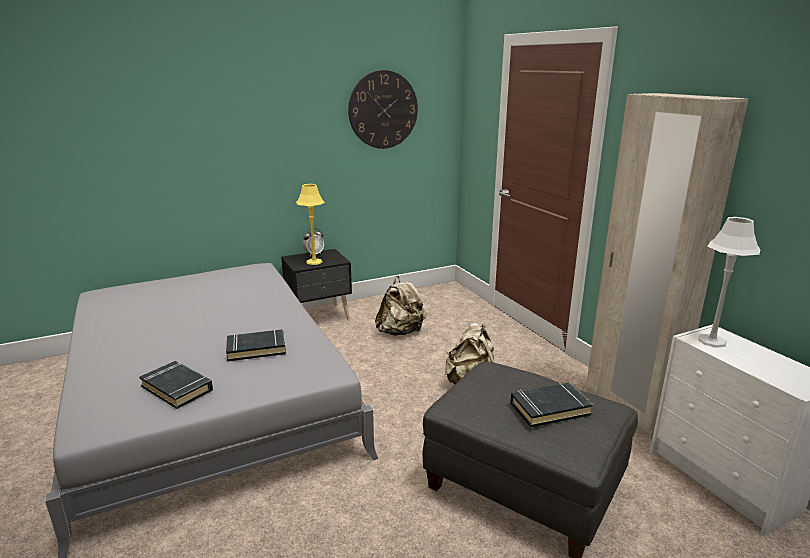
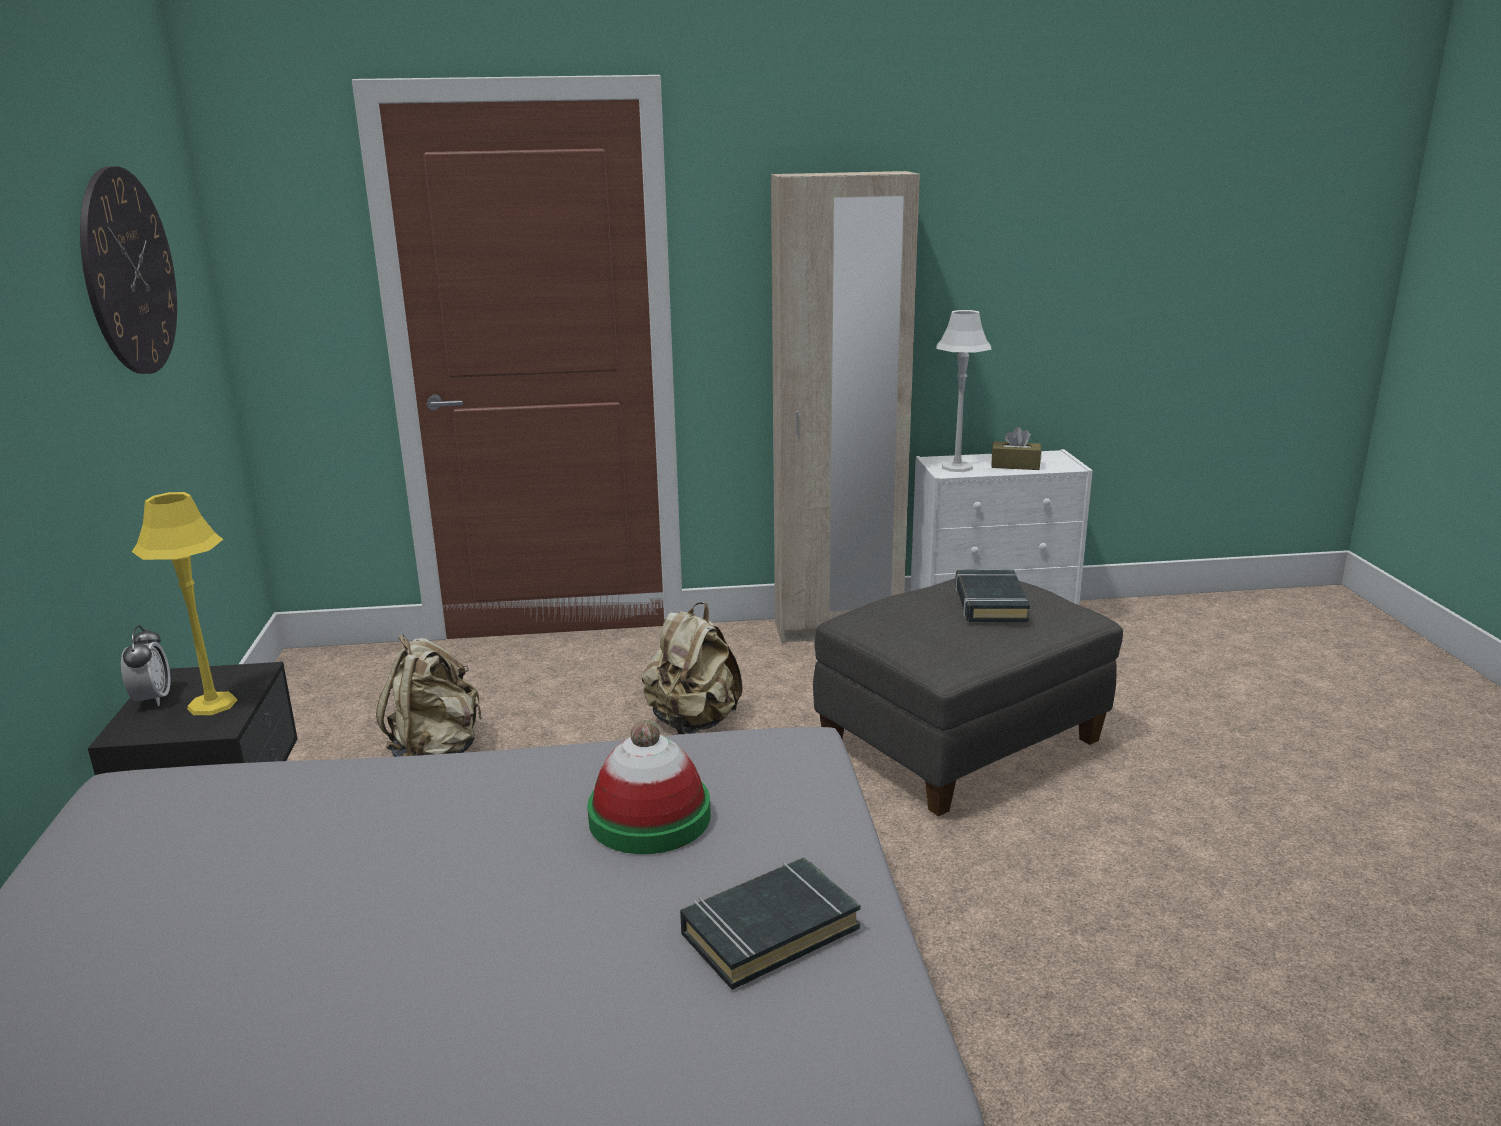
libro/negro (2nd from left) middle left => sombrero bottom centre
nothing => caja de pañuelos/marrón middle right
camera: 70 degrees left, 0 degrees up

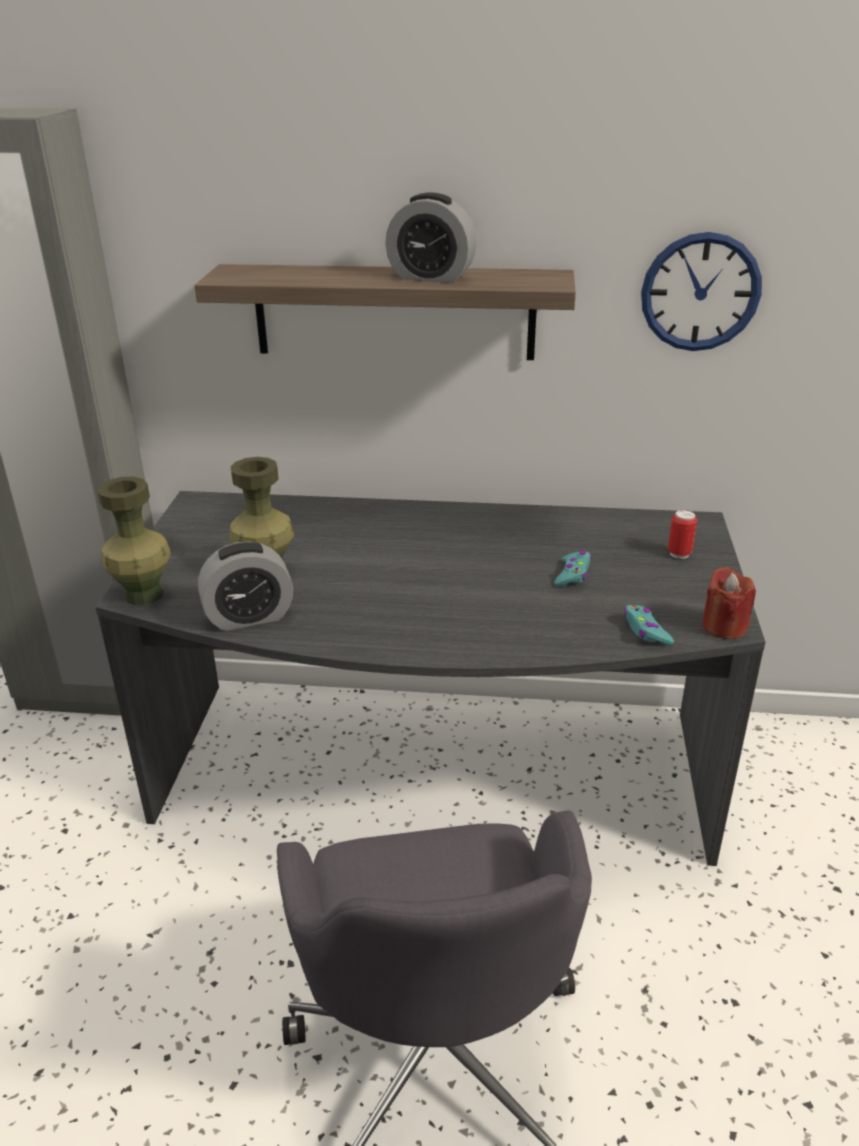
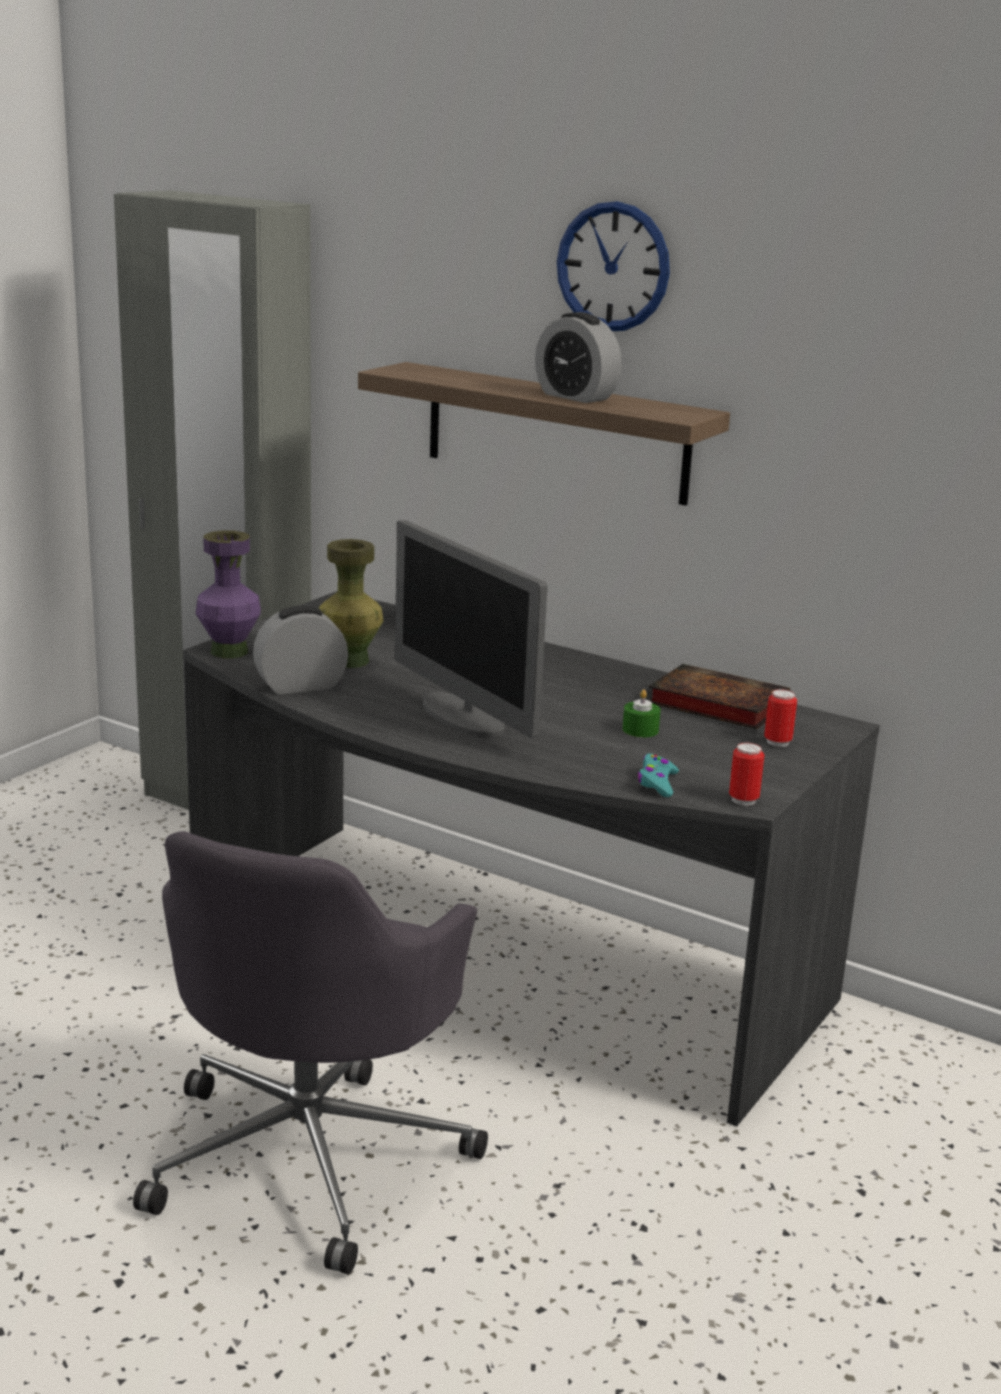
florero/verde (1st from left) middle left => florero/morado middle left
despertador (1st from left) middle left, 150 degrees clockwise
mando de consola/turquesa (1st from left) centre => vela/verde centre
reloj de pared top right => reloj de pared top centre, moved
vela/rojo middle right => lata (1st from left) middle right
nothing => monitor centre
nothing => libro middle right
camera: 25 degrees right, 10 degrees down

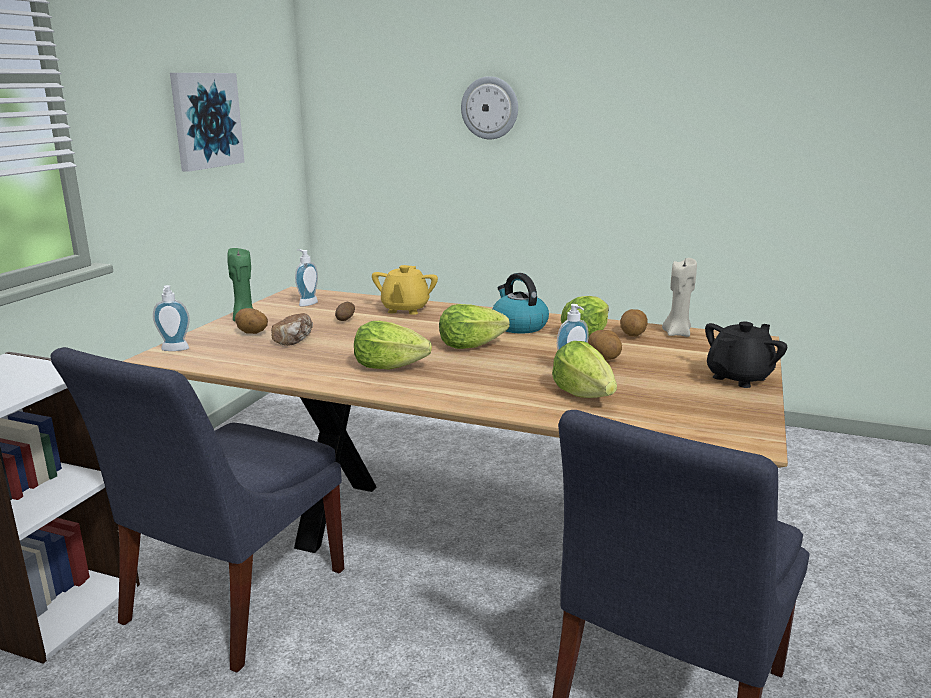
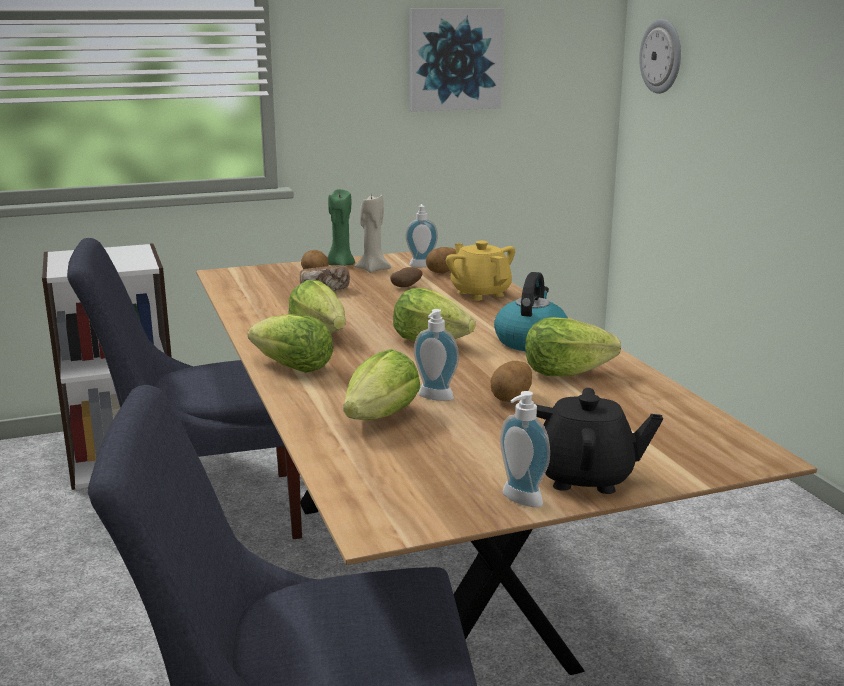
dispensador de jabón (1st from left in the first image) middle left => dispensador de jabón (3rd from left) centre, moved
tetera/amarillo centre, 90 degrees clockwise
reloj de pared top centre => reloj de pared top right, moved
patata (4th from left in the first image) middle right => patata (3rd from left) centre, moved
vela/beis middle right => vela/beis centre, moved
nothing => lechuga (1st from left) centre
camera: 50 degrees right, 0 degrees up

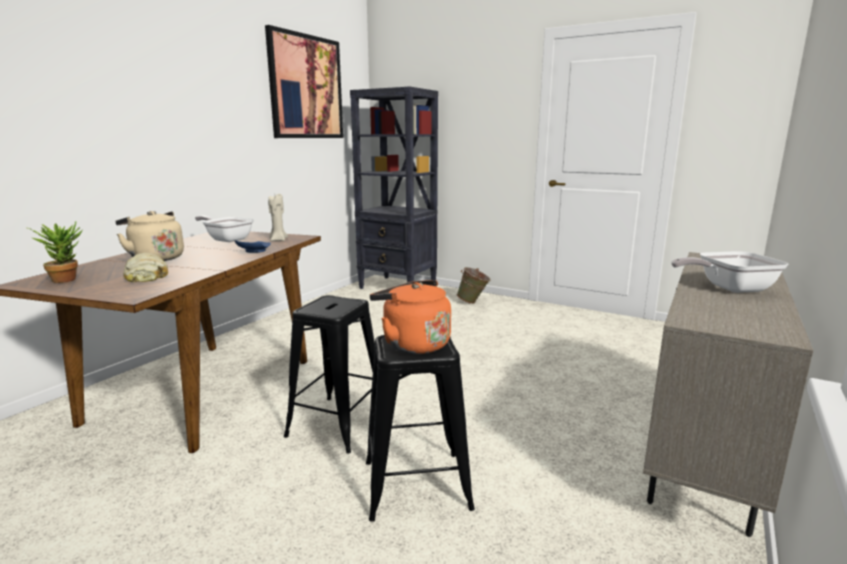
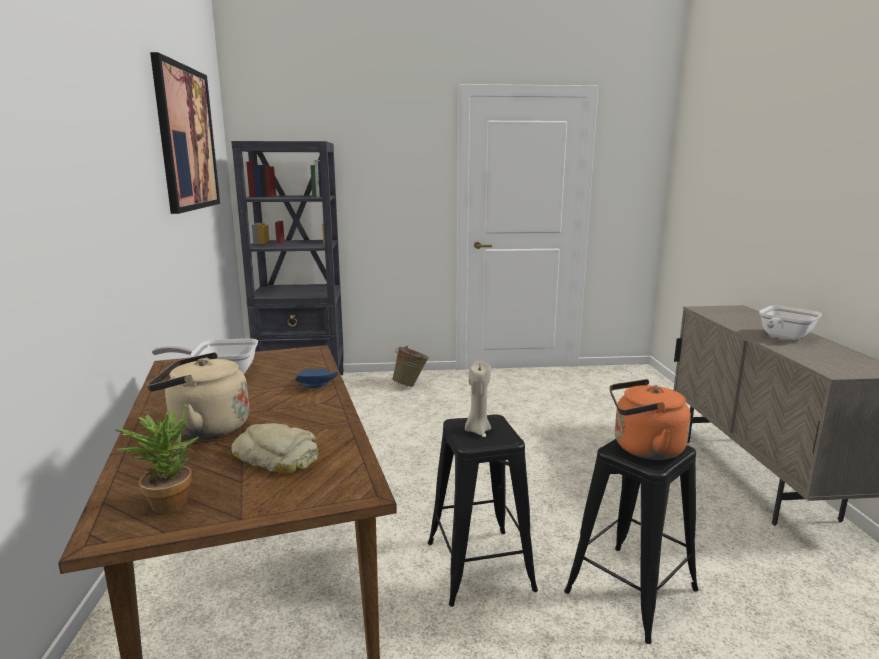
vela/beis middle left => vela/beis centre, moved
camera: 35 degrees left, 0 degrees up

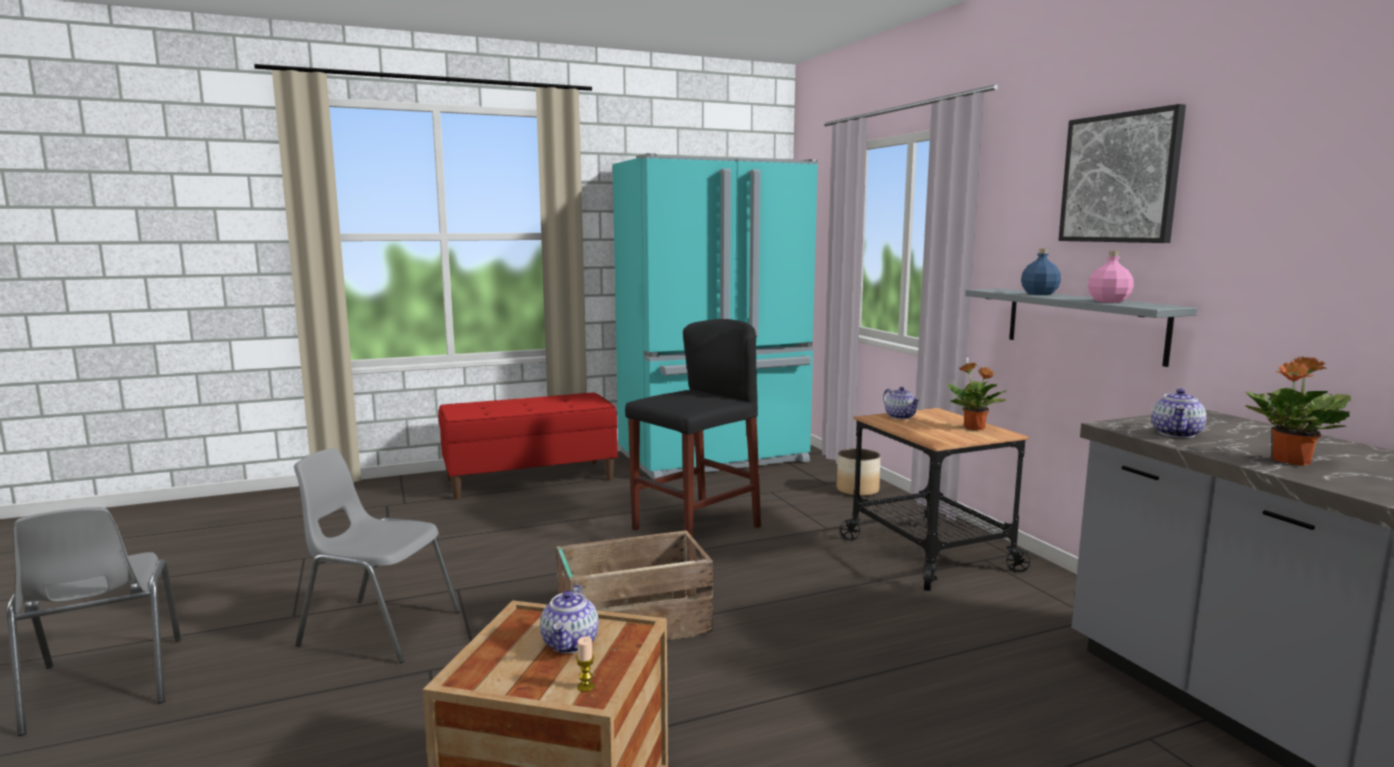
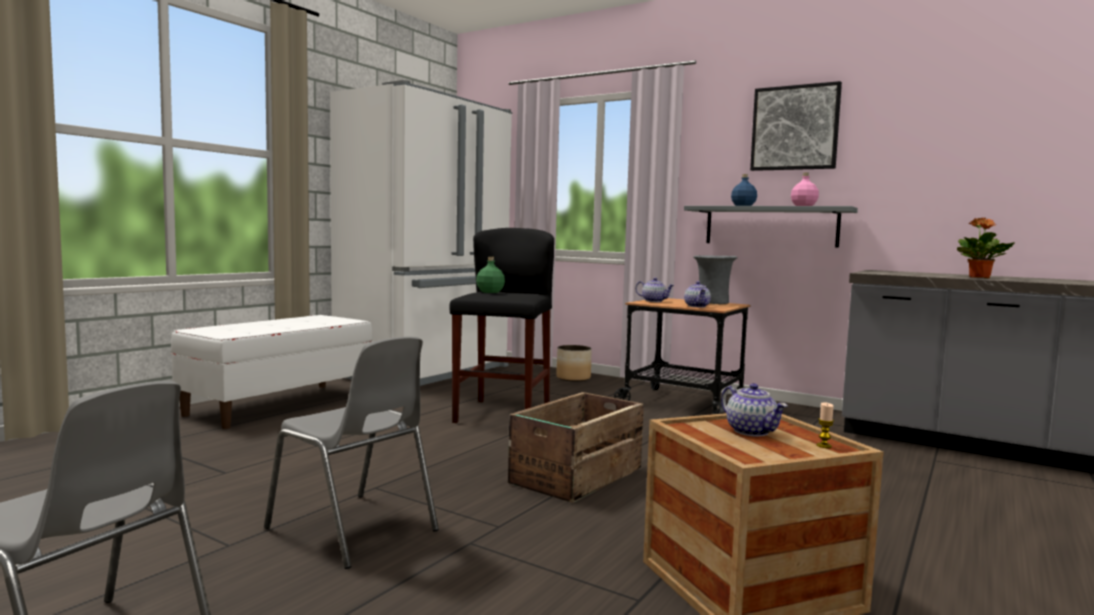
silla/gris (2nd from left) bottom left, 120 degrees counterclockwise
banco/rojo centre => banco/blanco middle left
nevera/turquesa centre => nevera/blanco centre
planta en maceta (1st from left) middle right => florero/gris centre
tetera (3rd from left in the first image) middle right => tetera (2nd from left) centre, moved
nothing => botella/verde centre
camera: 35 degrees left, 5 degrees down

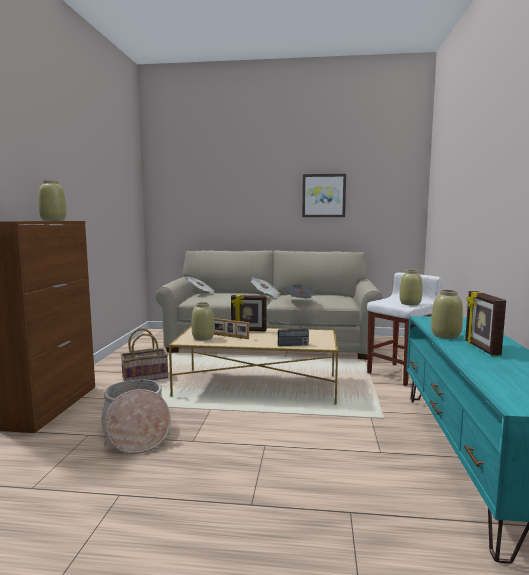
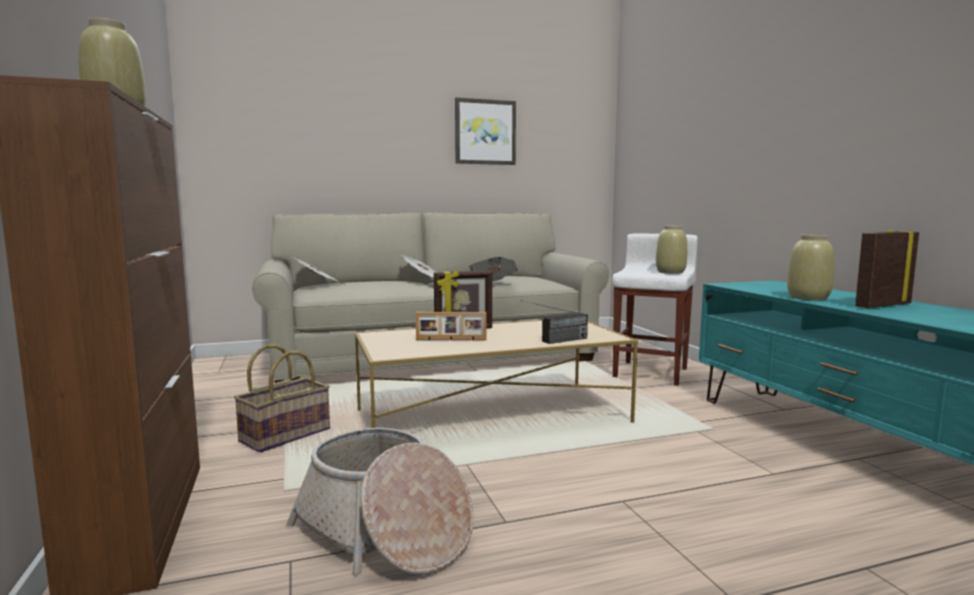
florero/beis (2nd from left) centre => nothing
portarretratos (3rd from left) middle right, 90 degrees clockwise
camera: 25 degrees left, 0 degrees up

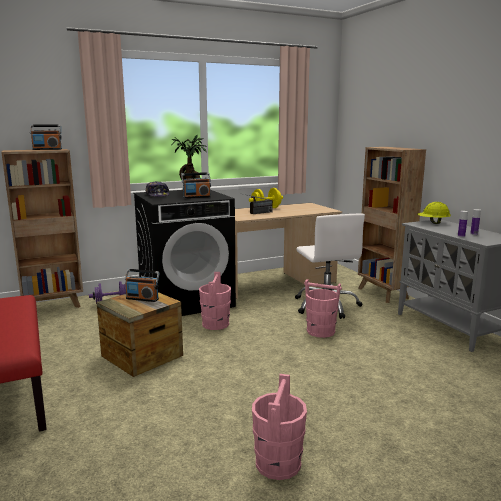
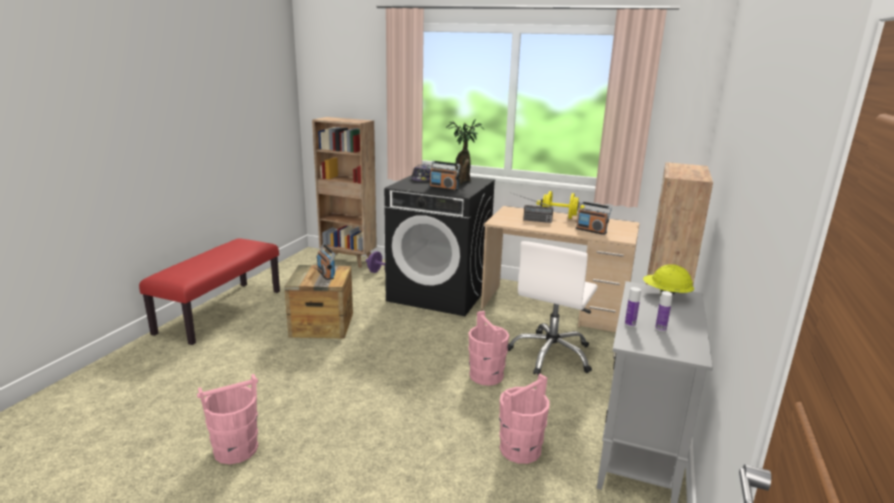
radio (1st from left in the first image) top left => radio (4th from left) centre, moved
cubo/rosa (1st from left in the first image) centre => cubo/rosa (3rd from left) bottom centre, moved
camera: 45 degrees right, 5 degrees up

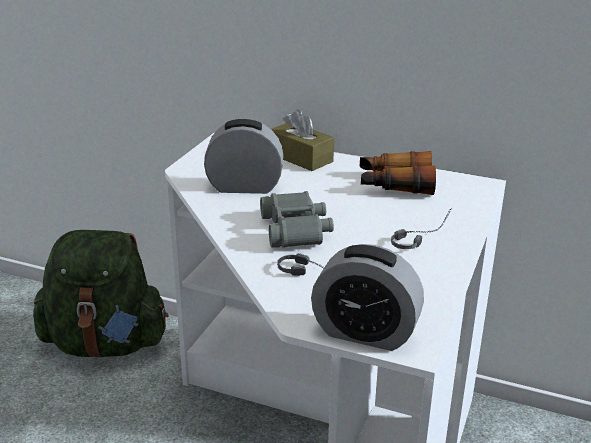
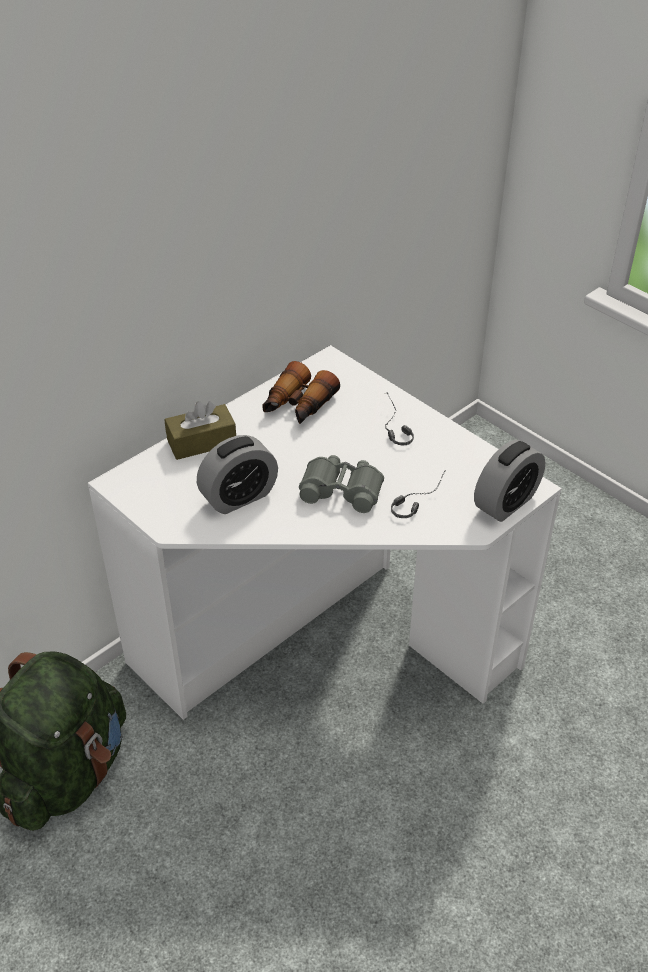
despertador (1st from left) centre, 150 degrees counterclockwise
camera: 65 degrees left, 15 degrees up

